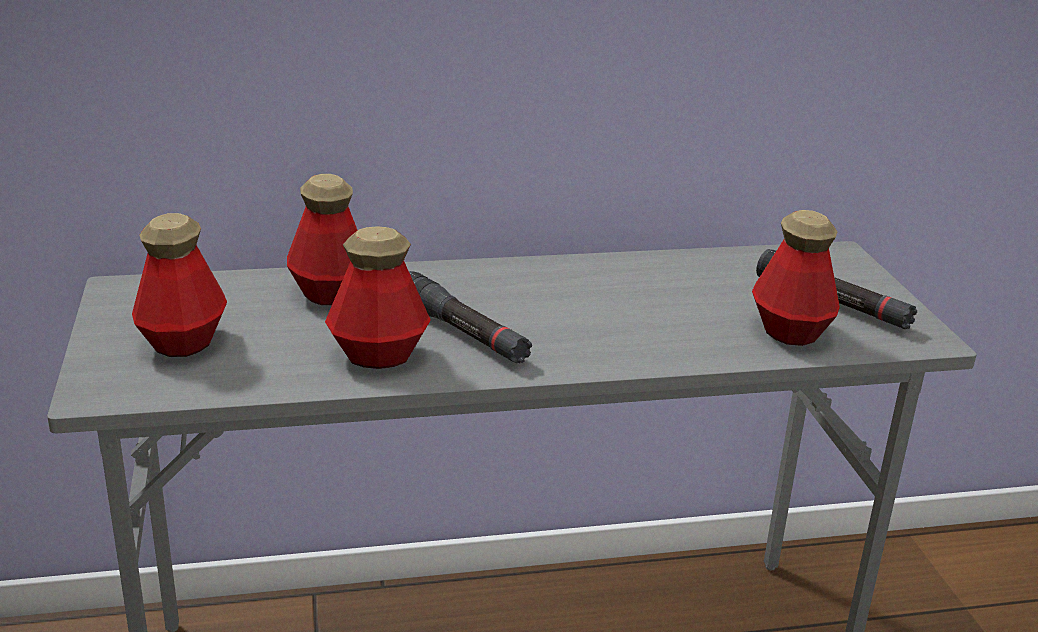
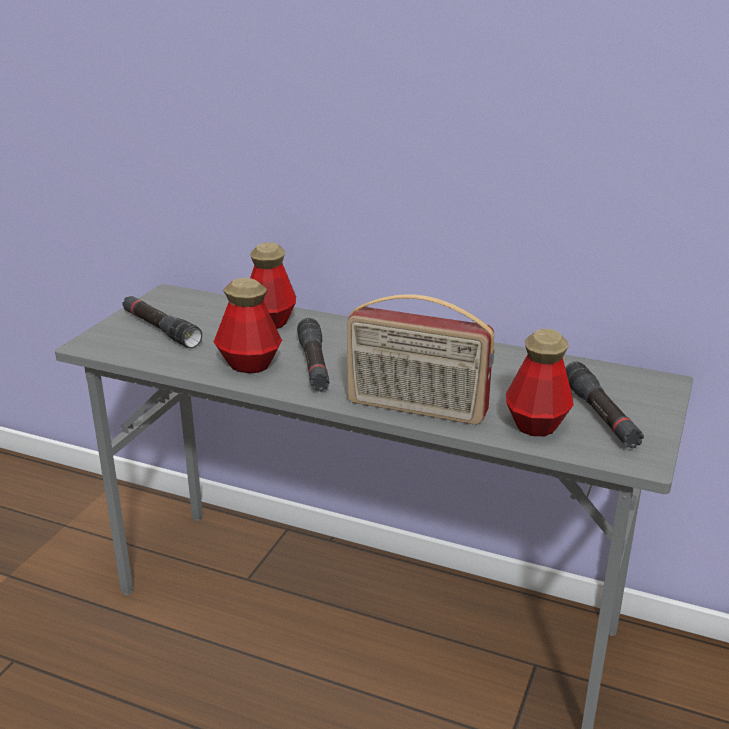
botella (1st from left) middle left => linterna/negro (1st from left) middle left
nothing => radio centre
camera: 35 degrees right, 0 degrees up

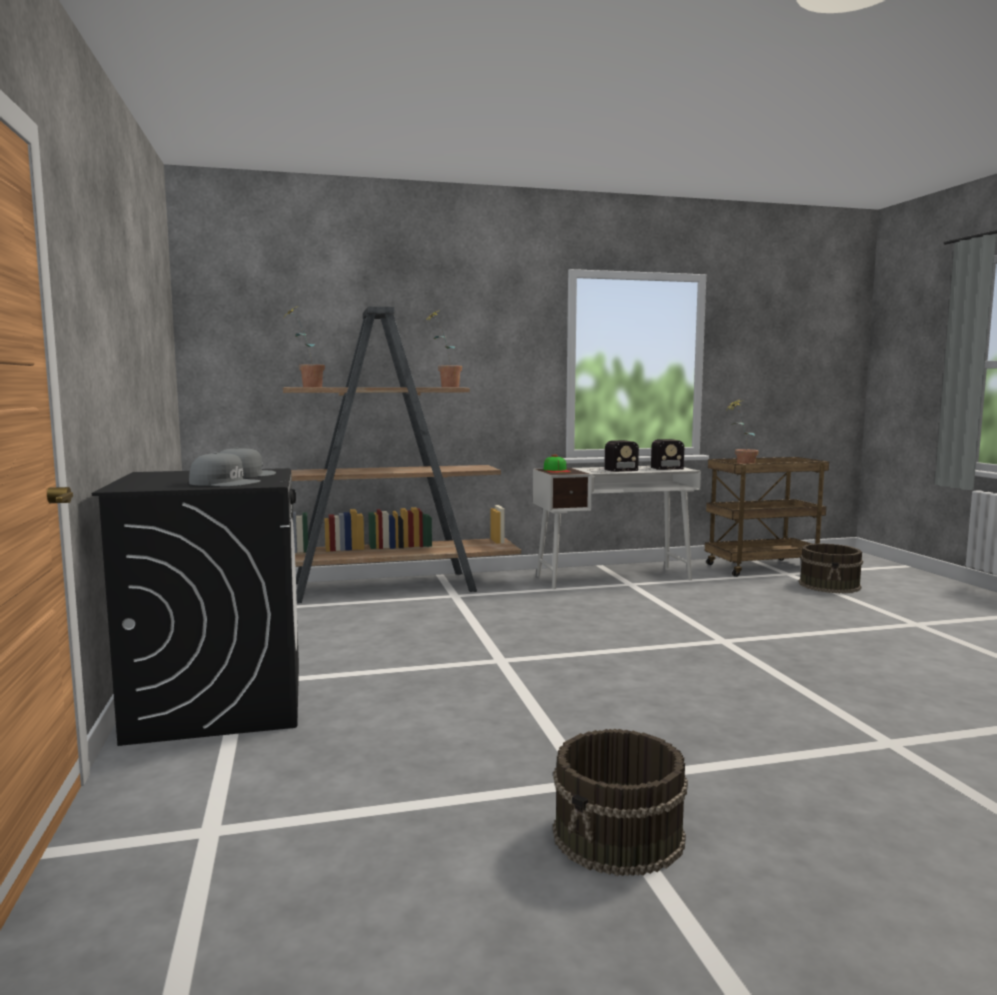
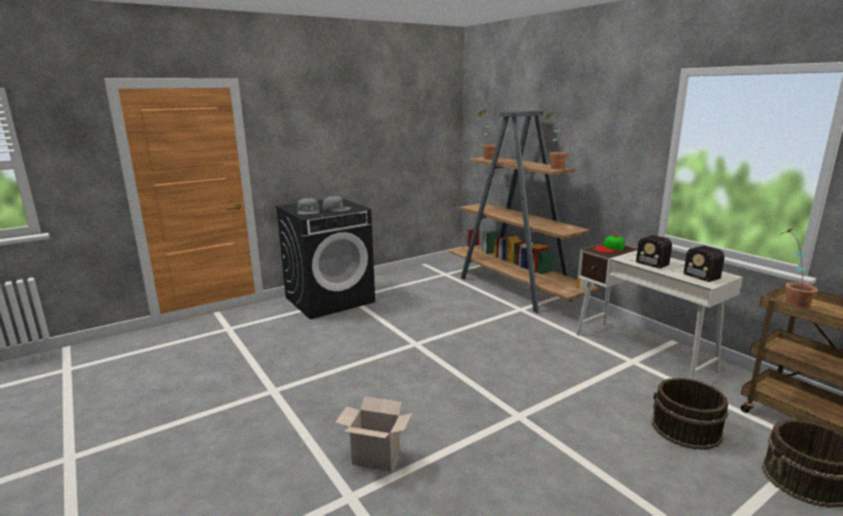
cubo/marrón (1st from left) bottom centre => cubo/marrón (1st from left) bottom right, moved
nothing => caja de cartón bottom centre
camera: 70 degrees right, 10 degrees up

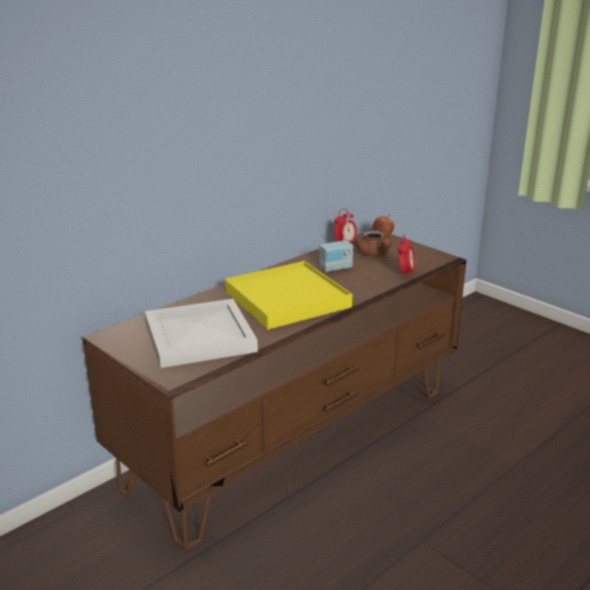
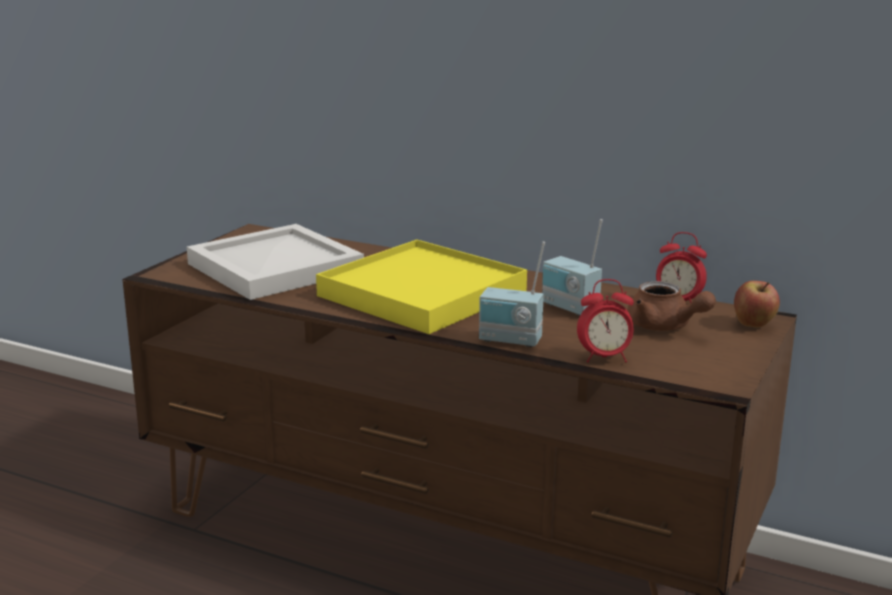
tetera/marrón centre => tetera/marrón middle right, 90 degrees counterclockwise
nothing => radio (1st from left) centre
camera: 70 degrees right, 5 degrees down

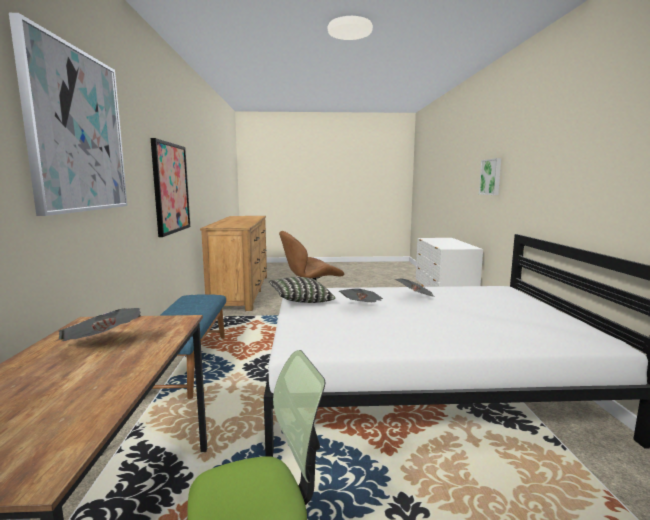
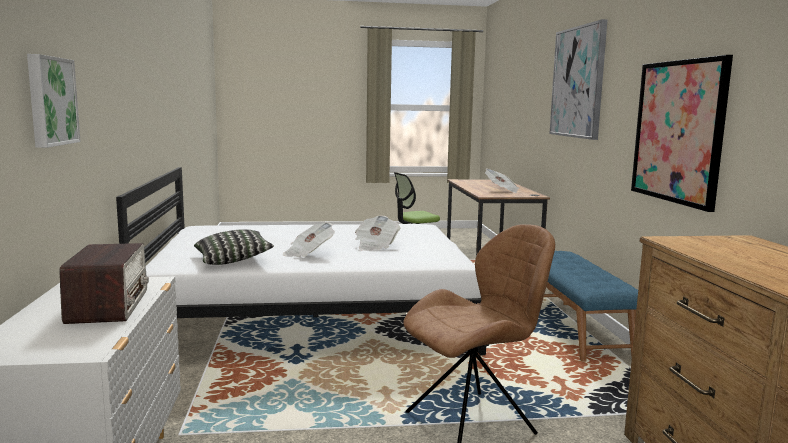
cojín centre => cojín middle left, moved
nothing => radio middle left
camera: 175 degrees right, 0 degrees up

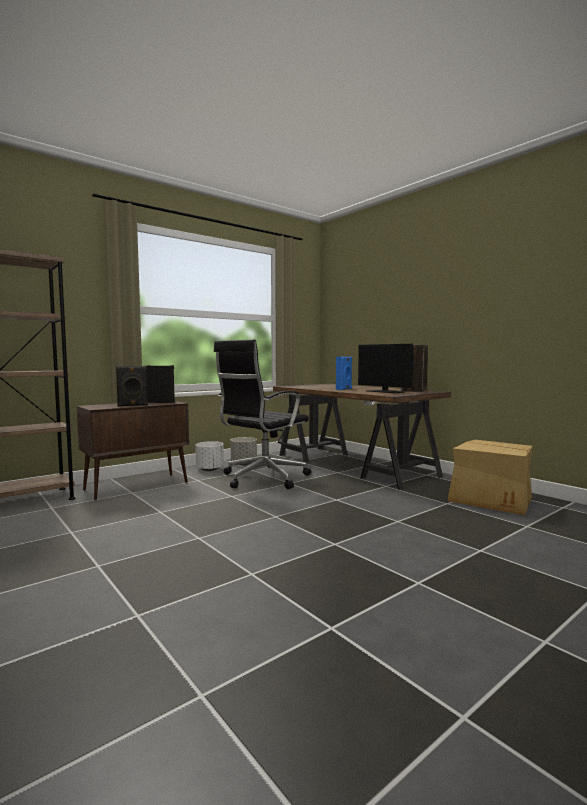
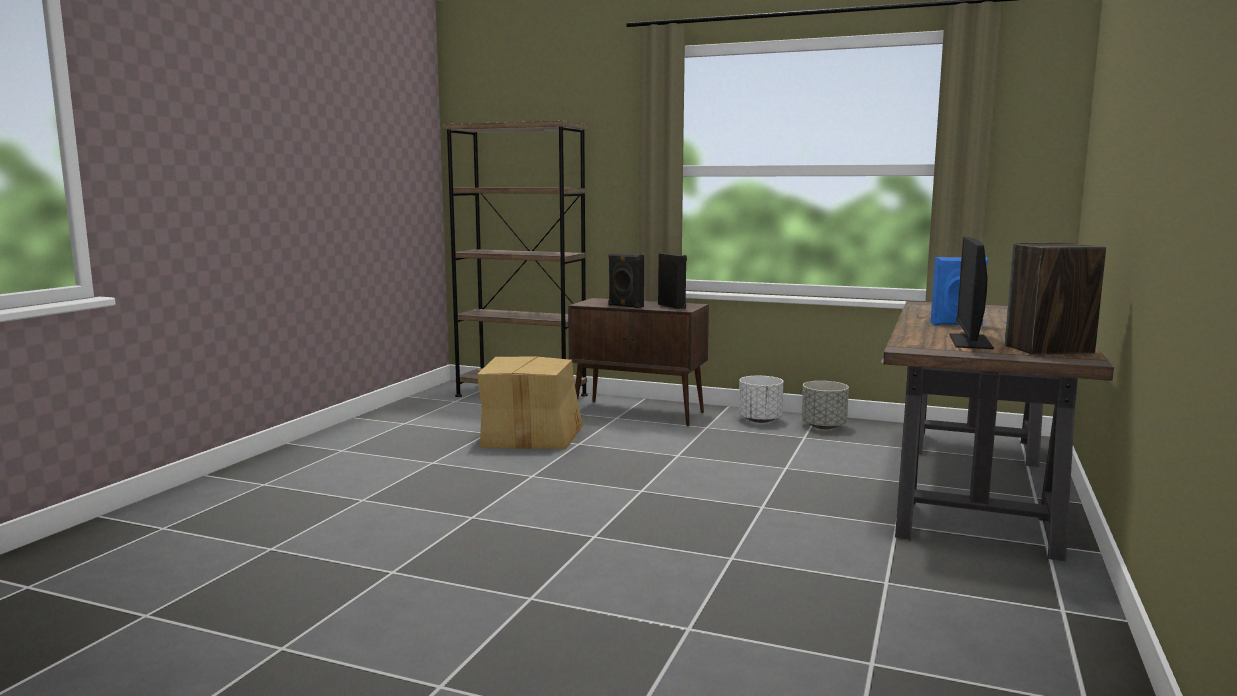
silla de oficina/negro centre => nothing
caja de cartón middle right => caja de cartón centre, moved
camera: 60 degrees right, 5 degrees up

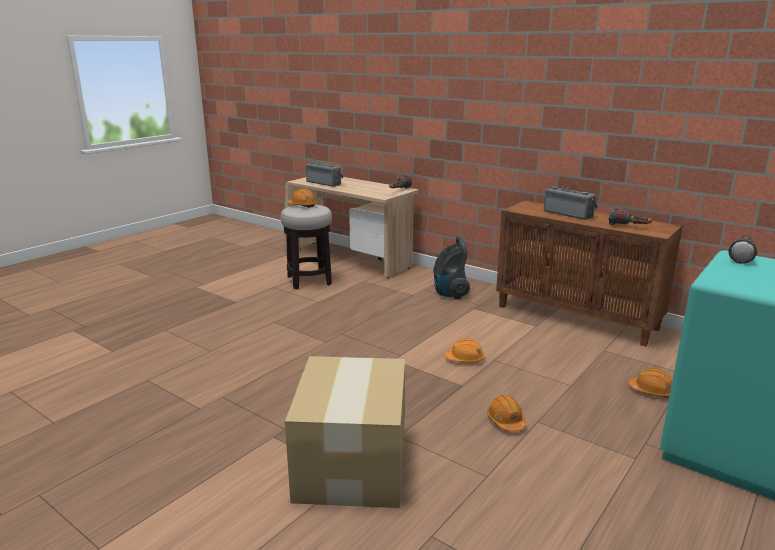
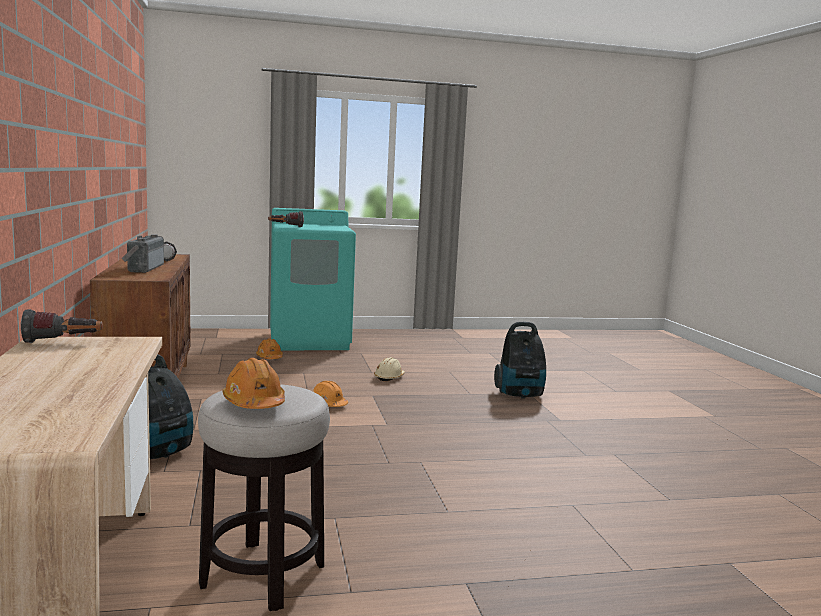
caja de cartón bottom centre => aspiradora (2nd from left) centre
radio (1st from left) top centre => nothing
casco/naranja (3rd from left) bottom centre => casco/beis centre
camera: 140 degrees left, 10 degrees down

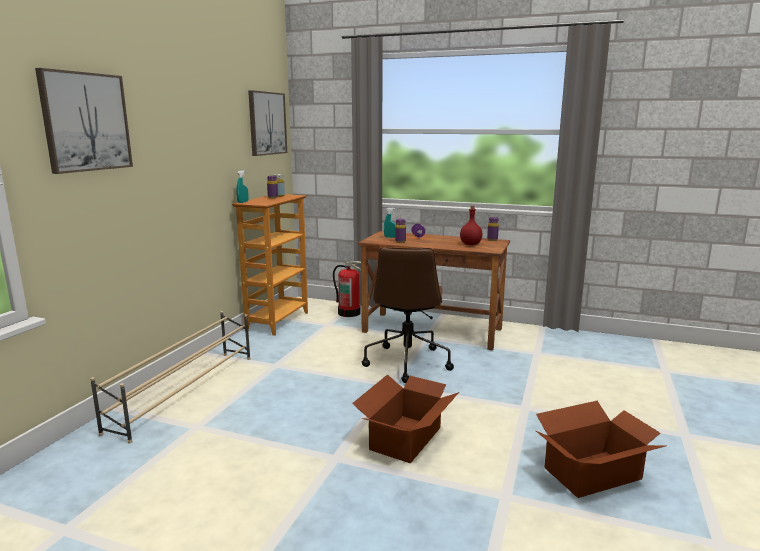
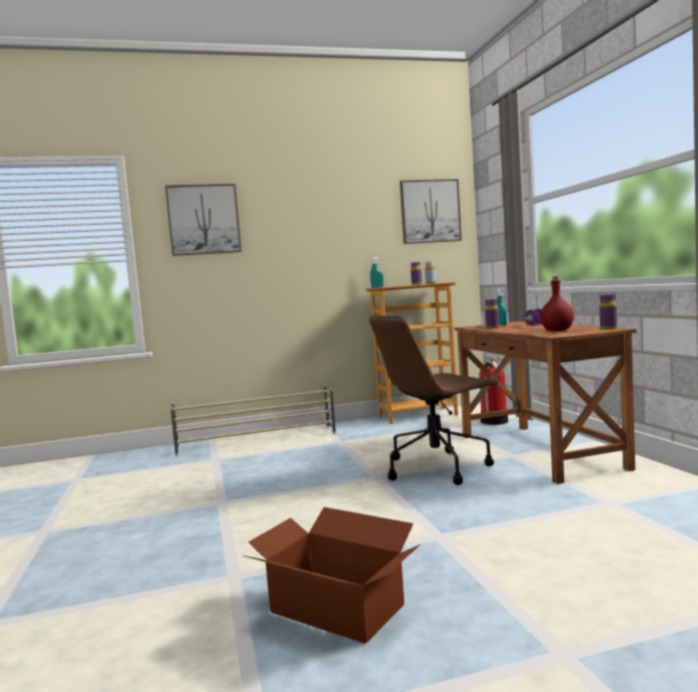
caja de cartón (1st from left) bottom centre => nothing
camera: 55 degrees right, 10 degrees down

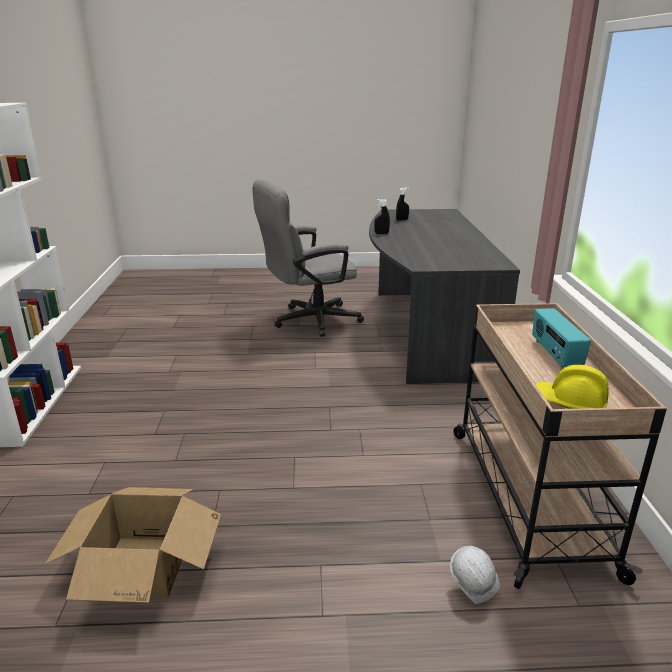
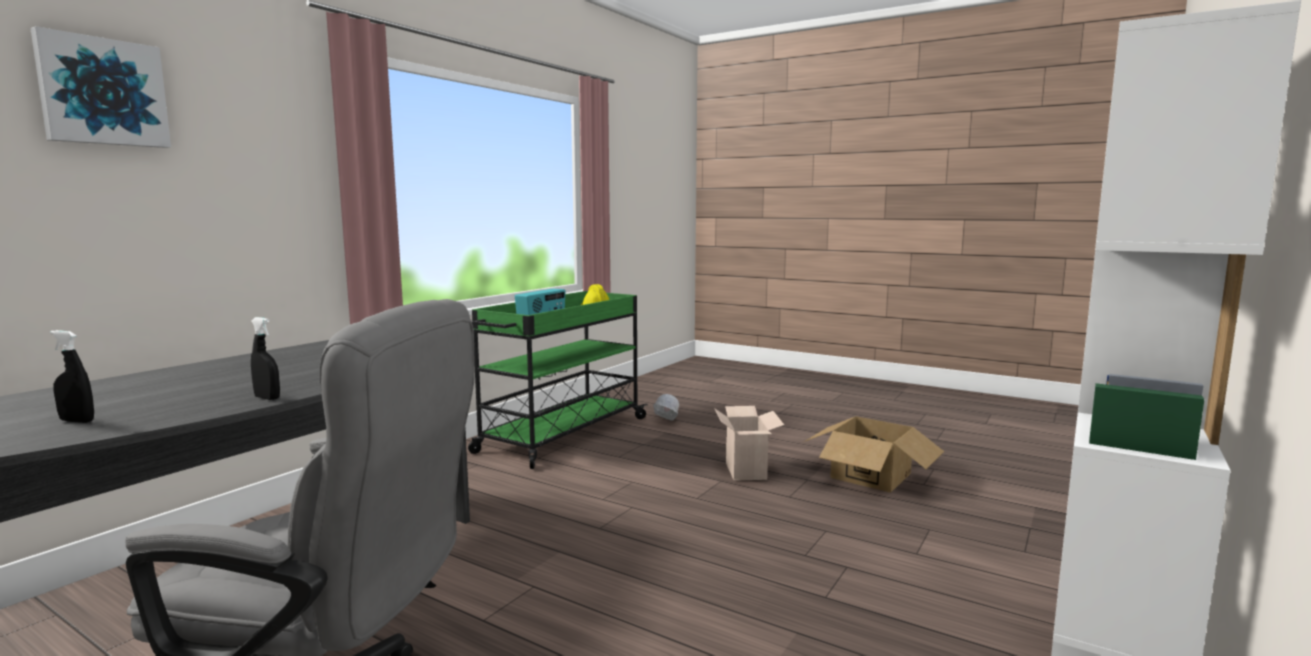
carrito/beis middle right => carrito/verde centre
nothing => cuadro top left
nothing => caja de cartón (1st from left) bottom centre
camera: 145 degrees left, 15 degrees down

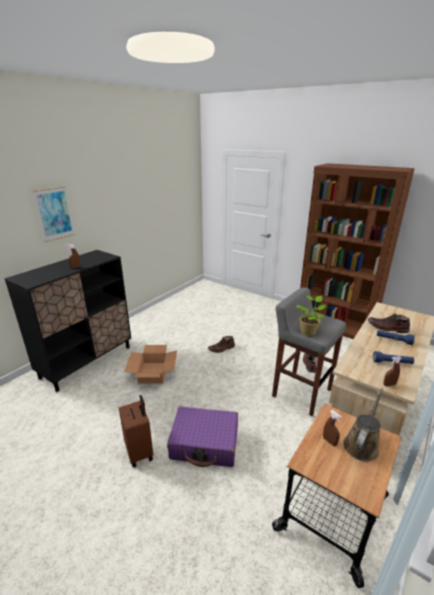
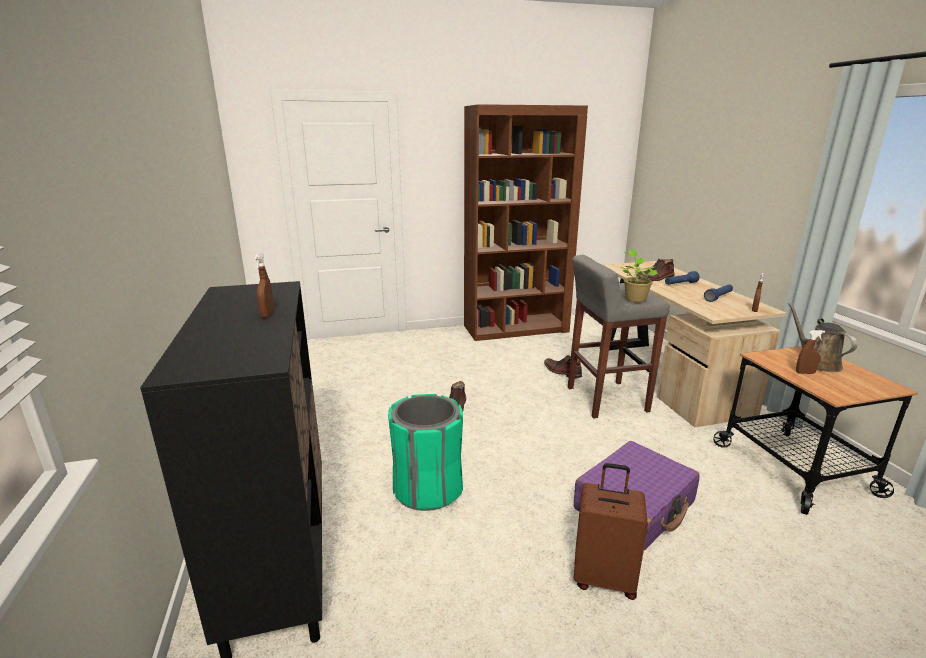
cuadro middle left => nothing
caja de cartón centre => papelera/verde bottom centre
camera: 50 degrees left, 5 degrees down

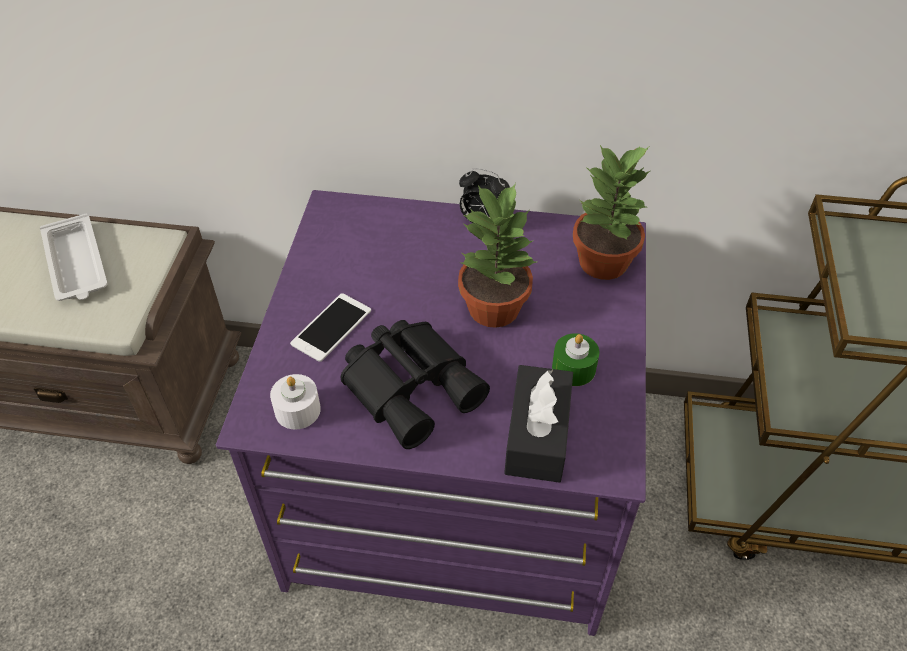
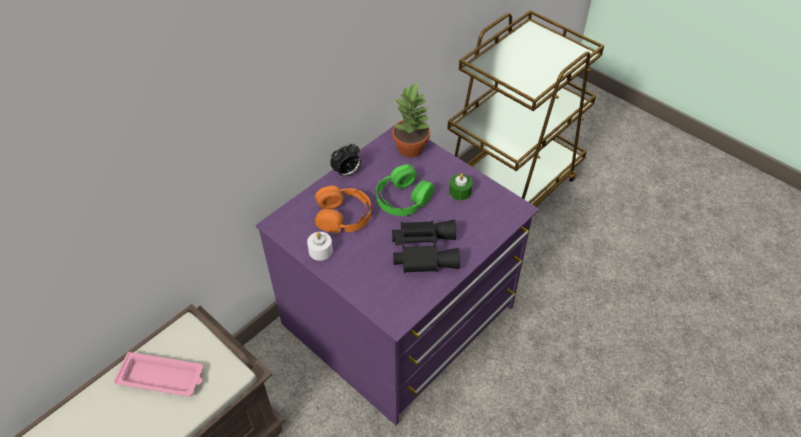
bandeja/blanco middle left => bandeja/rosa bottom left
vela/blanco middle left => vela/blanco centre, moved
móvil centre => nothing
planta en maceta (1st from left) centre => auriculares/verde centre
caja de pañuelos/negro centre => nothing
nothing => auriculares/naranja centre
camera: 55 degrees left, 0 degrees up

